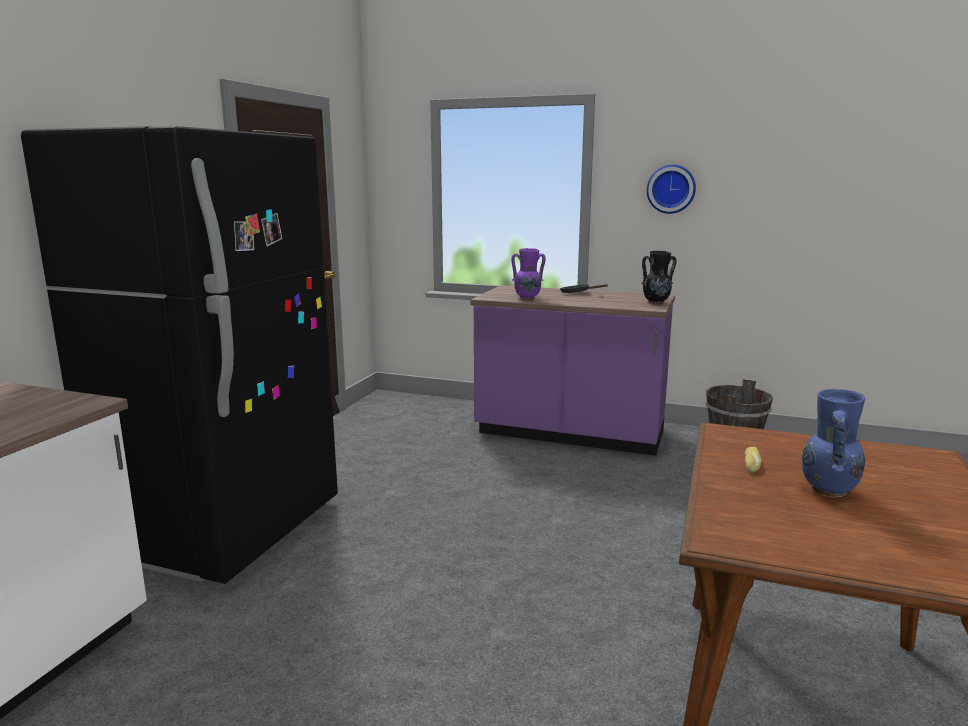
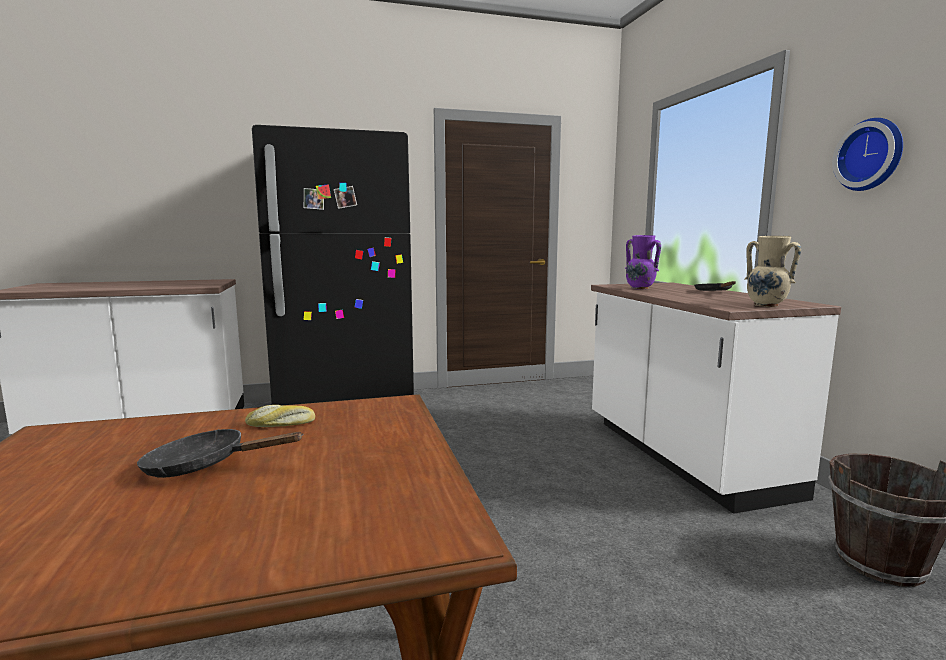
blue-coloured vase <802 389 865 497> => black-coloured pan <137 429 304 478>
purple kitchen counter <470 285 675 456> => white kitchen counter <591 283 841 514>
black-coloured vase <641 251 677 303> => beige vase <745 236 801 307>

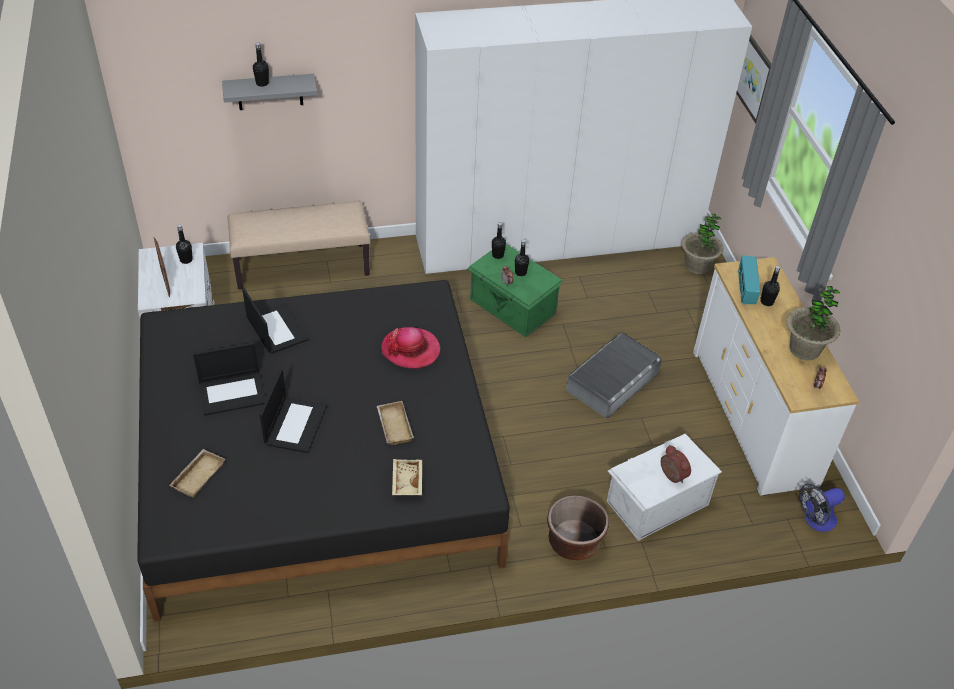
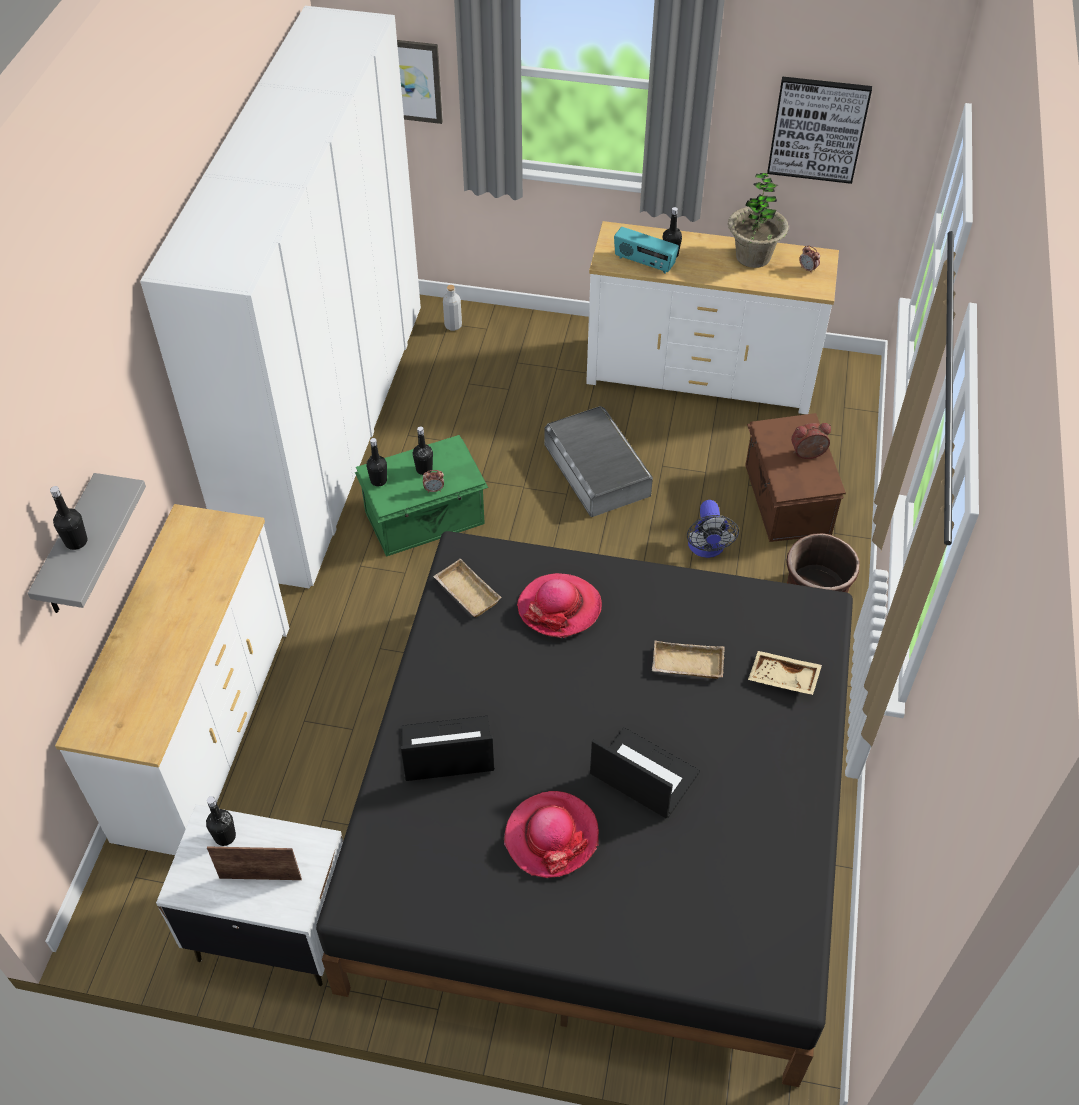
nothing => wall picture <767 76 872 184>
beige serving tray <169 449 225 497> => beige serving tray <433 558 502 617>, shifted
cooling fan <800 484 845 532> => cooling fan <687 500 739 558>, shifted
notebook computer <193 342 266 416> => wearable hat <504 791 599 878>
beige bench <227 202 370 289> => white dresser <55 504 289 855>
houseplant <682 214 724 274> => greyish bottle <443 285 462 331>
white storage box <607 434 722 541> => brown storage box <745 413 846 542>

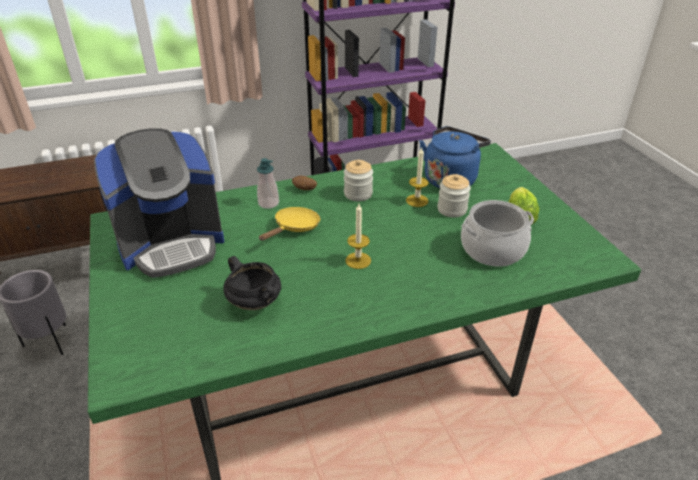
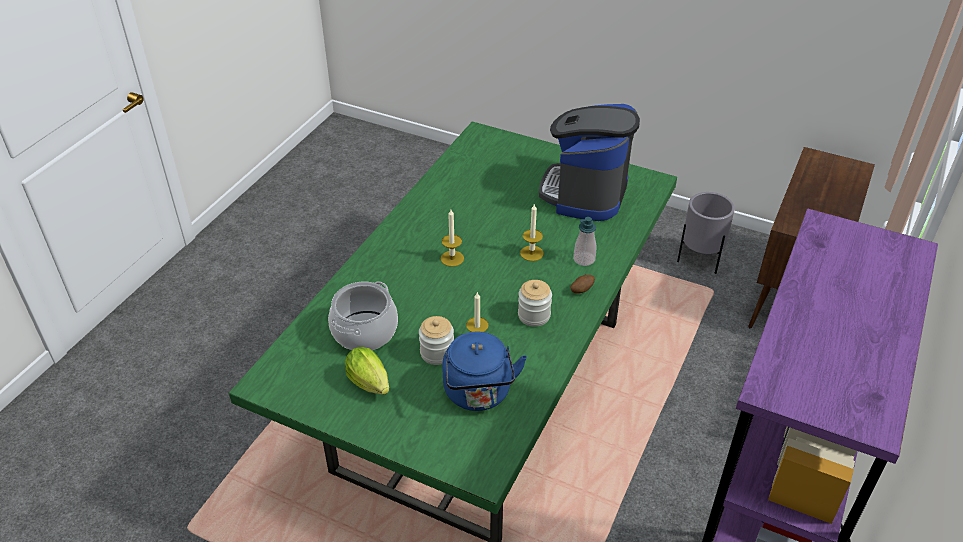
black-coloured stockpot <223 256 281 310> => nothing
yellow-coloured pan <259 207 320 241> => candle <520 204 544 261>

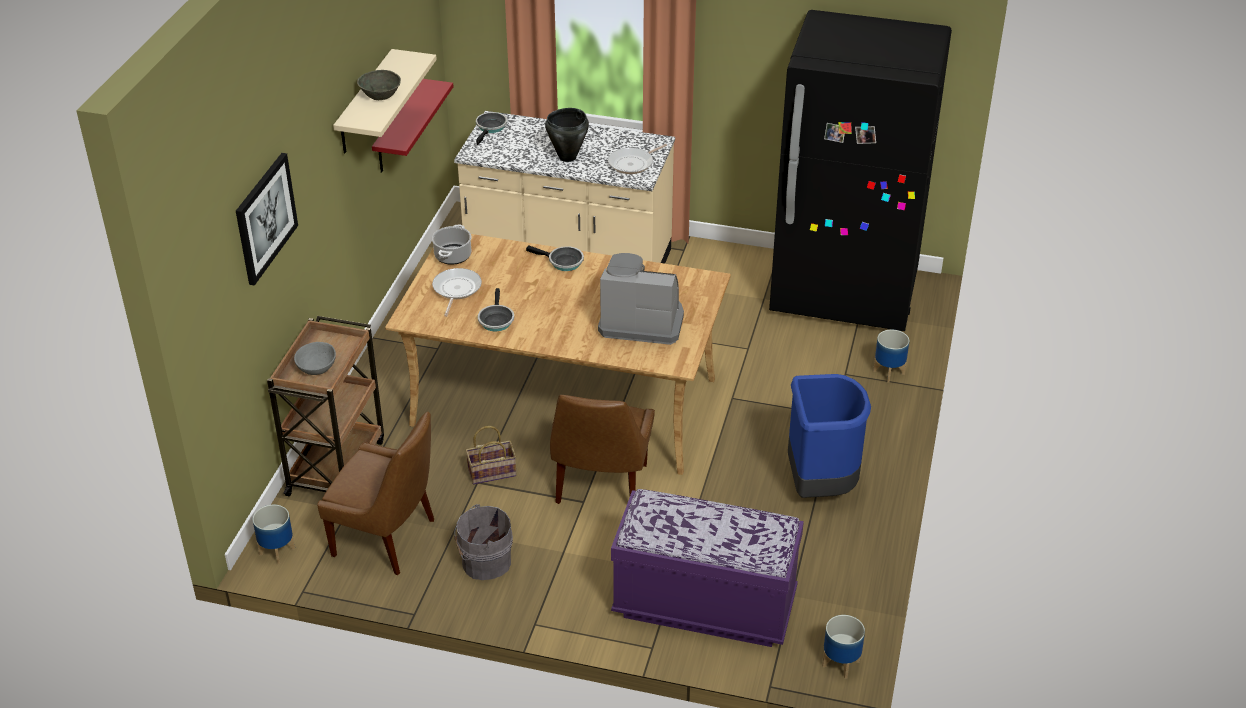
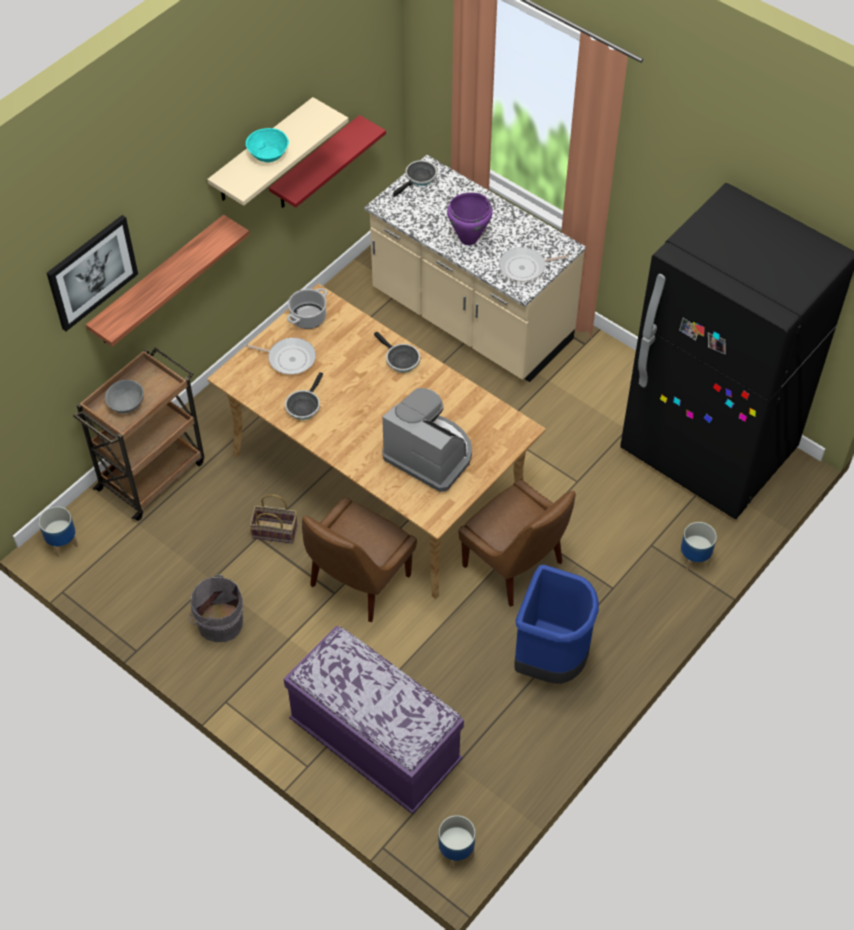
nothing => shelf <86 215 249 346>
brown chair <317 411 434 575> => brown chair <458 479 576 607>, shifted
greyish bowl <357 70 401 100> => turquoise bowl <246 128 289 163>
black-coloured stockpot <545 108 589 162> => purple stockpot <447 192 493 245>
pan <432 268 482 317> => pan <245 338 316 375>, 75 degrees clockwise

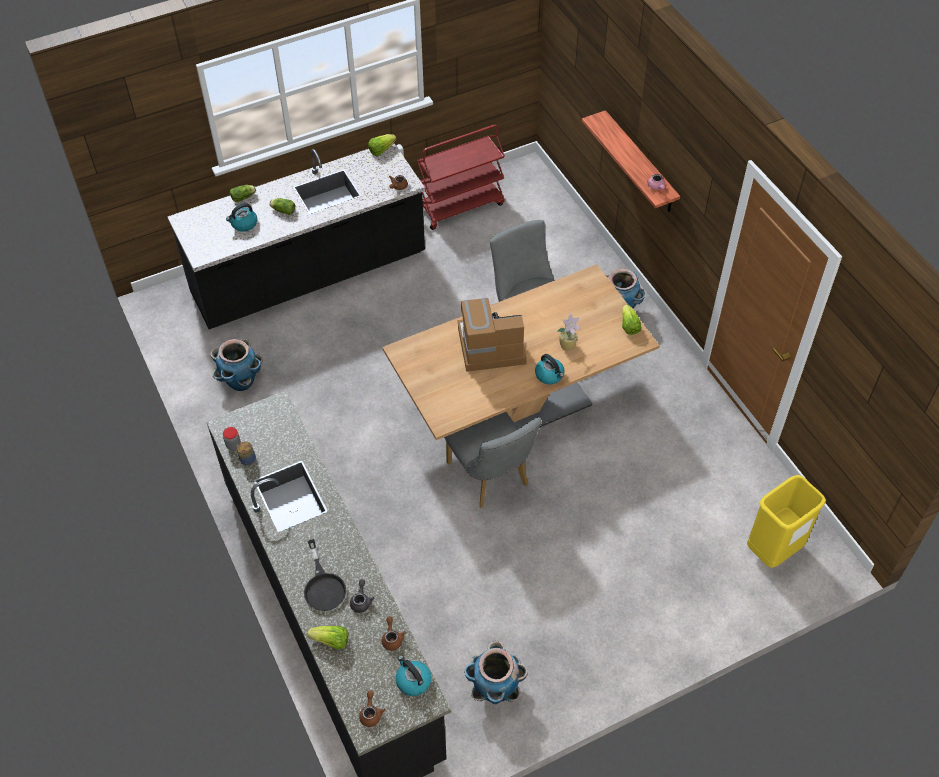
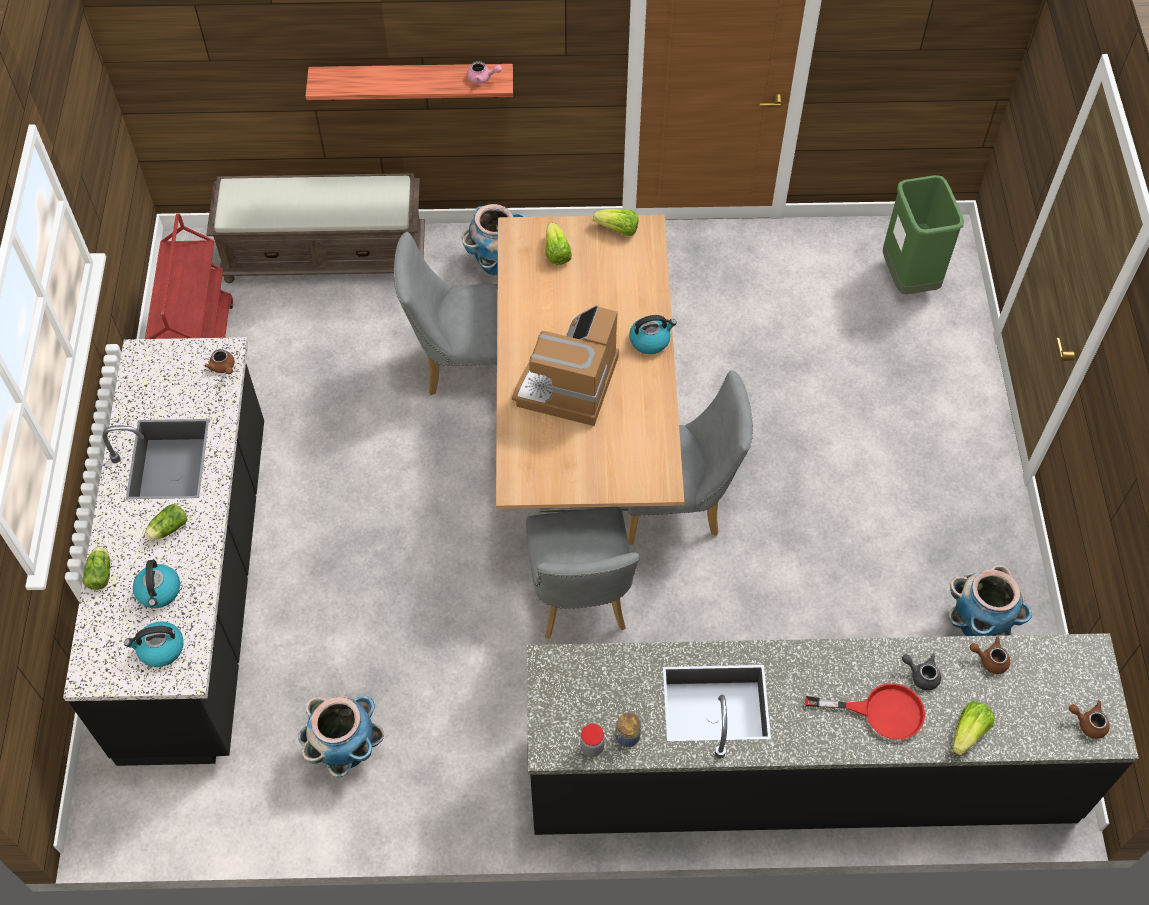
houseplant <557 313 580 351> => nothing
nothing => brown bench <206 173 425 283>
nothing => greyish chair <526 507 640 639>
head of lettuce <368 134 396 156> => head of lettuce <545 223 572 265>, shifted
water kettle <396 655 431 696> => water kettle <124 621 184 667>, shifted
black-coloured pan <304 539 346 611> => reddish pan <805 683 925 740>
yellow-coloured trash can <747 475 826 568> => green-coloured trash can <883 175 964 294>

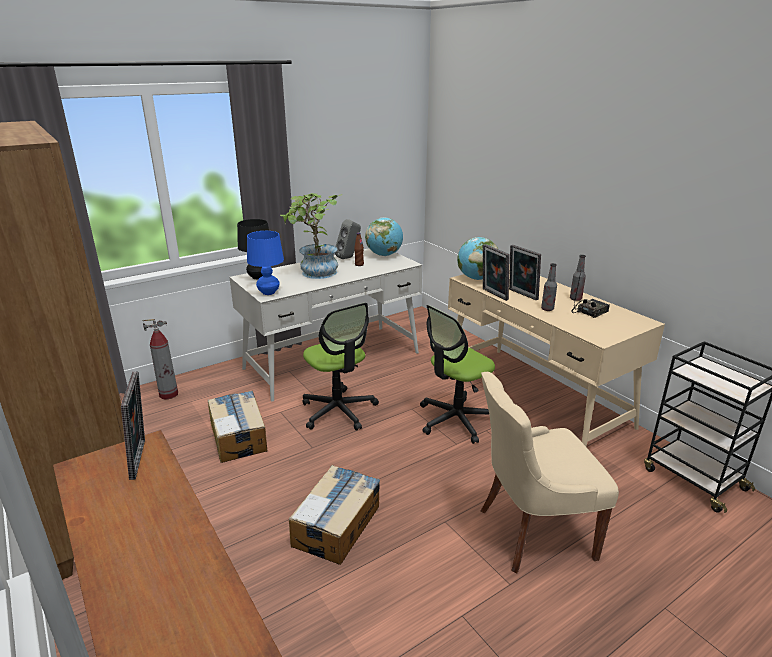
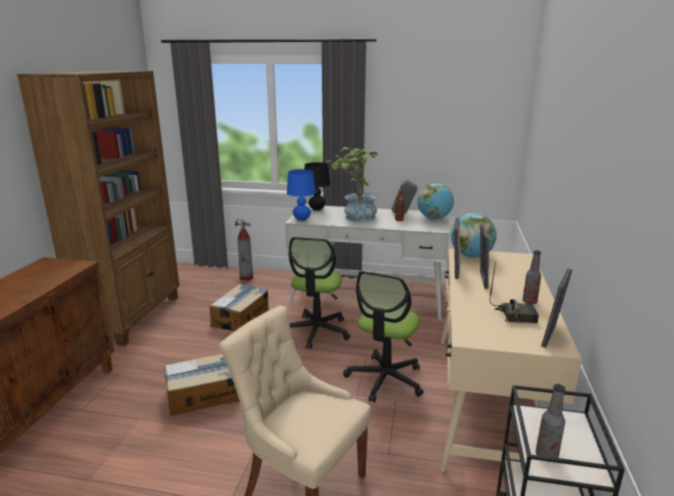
standing frame <121 372 145 480> => standing frame <541 268 572 348>, shifted
bottle <541 263 557 311> => bottle <536 384 565 462>, shifted
computer chair <420 305 495 444> => computer chair <343 271 424 403>, 75 degrees counterclockwise

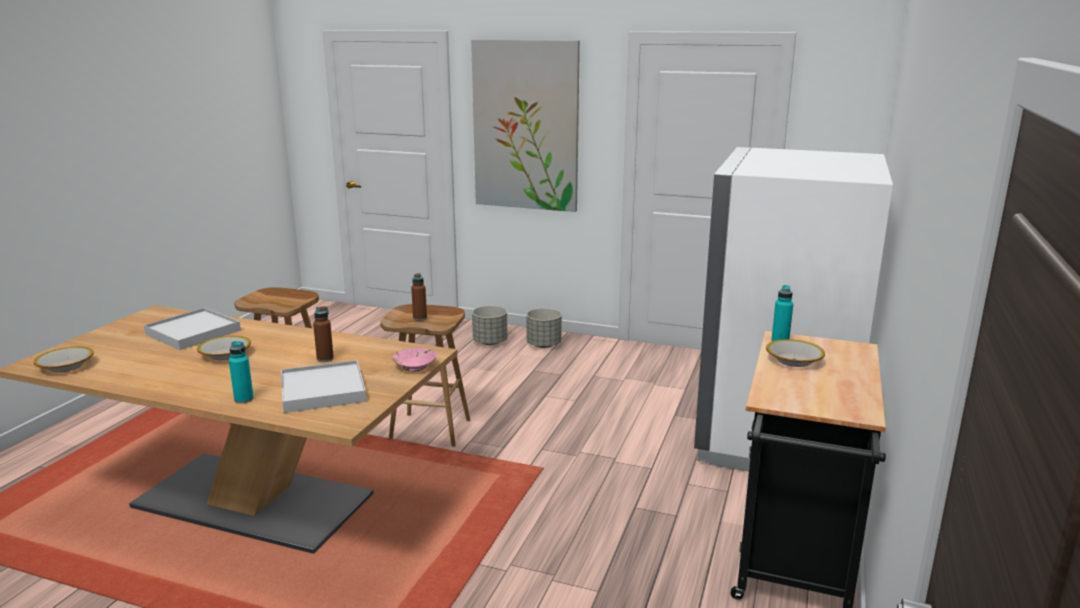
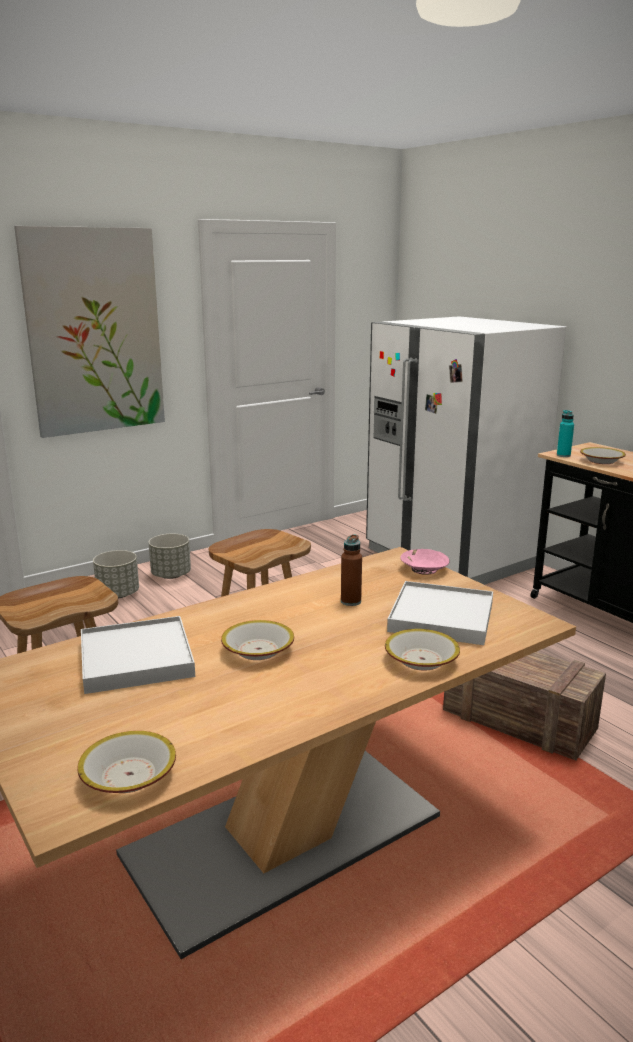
brown bottle <411 273 427 321> => nothing
nothing => shipping crate <443 652 606 761>
turquoise bottle <229 341 254 403> => bowl <385 629 460 670>

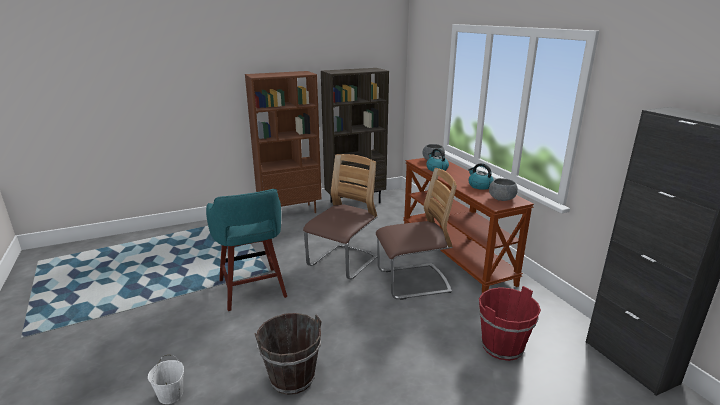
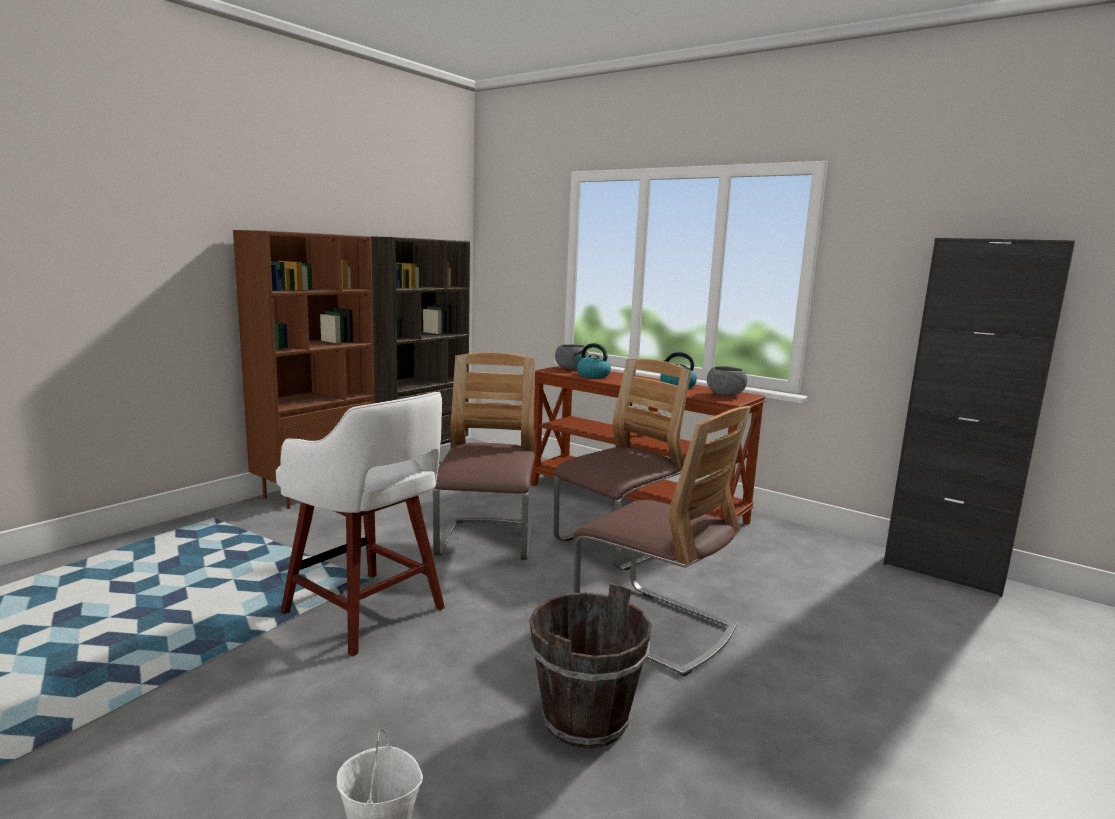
reddish water bucket <478 286 541 361> => nothing
nothing => chair <573 406 751 677>
turquoise stool <206 189 287 311> => white stool <276 392 445 656>

